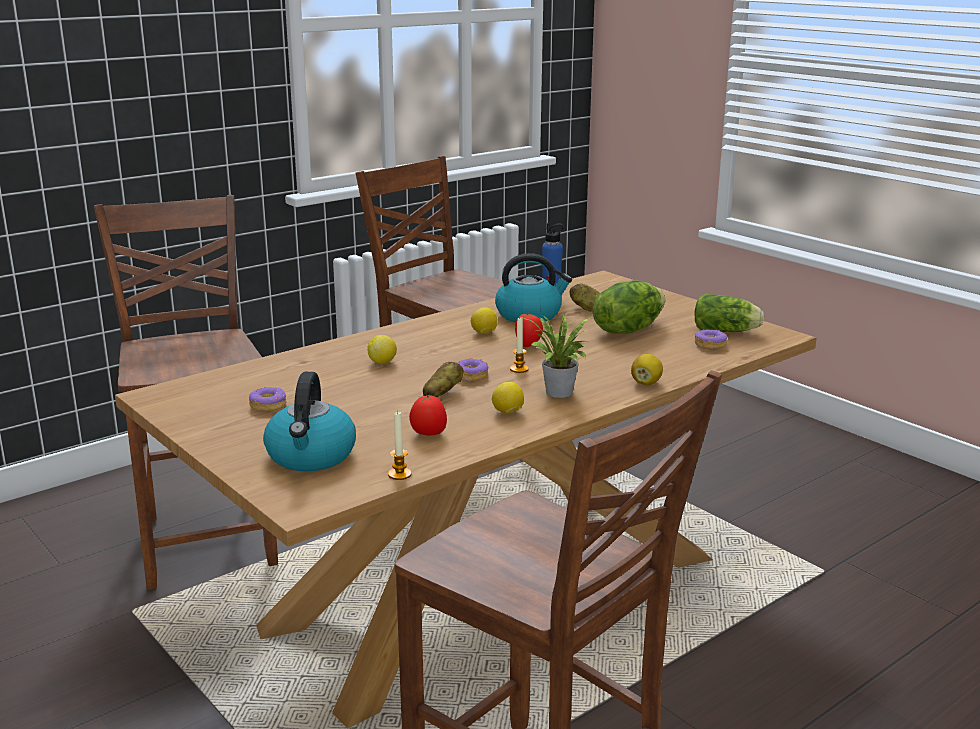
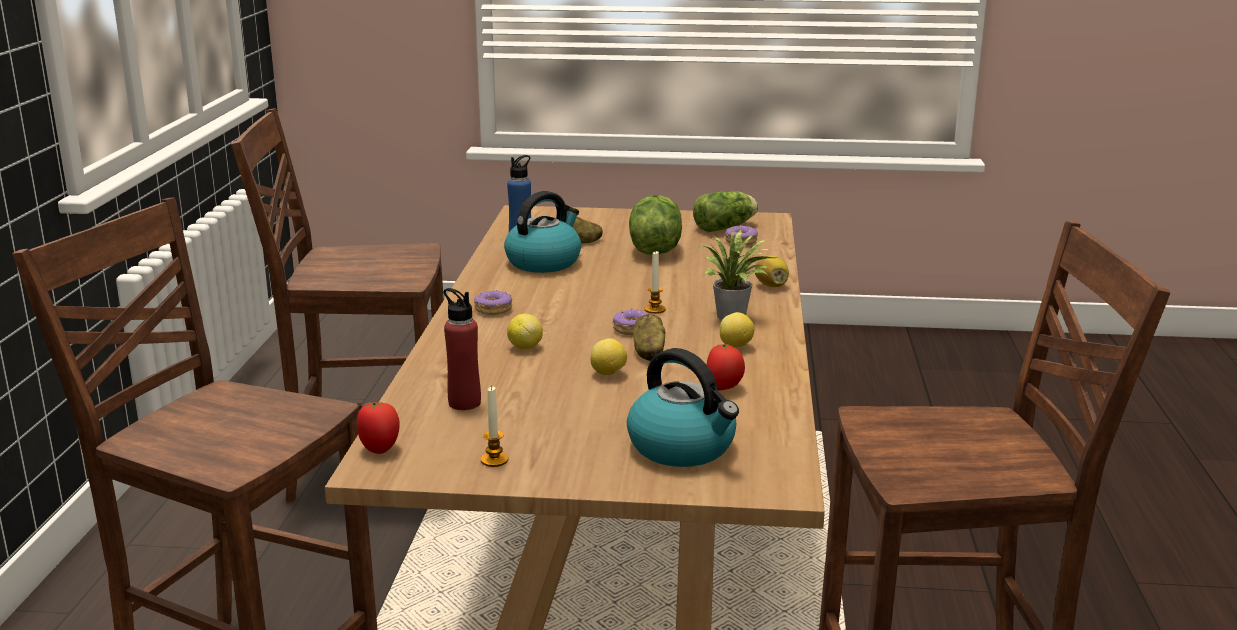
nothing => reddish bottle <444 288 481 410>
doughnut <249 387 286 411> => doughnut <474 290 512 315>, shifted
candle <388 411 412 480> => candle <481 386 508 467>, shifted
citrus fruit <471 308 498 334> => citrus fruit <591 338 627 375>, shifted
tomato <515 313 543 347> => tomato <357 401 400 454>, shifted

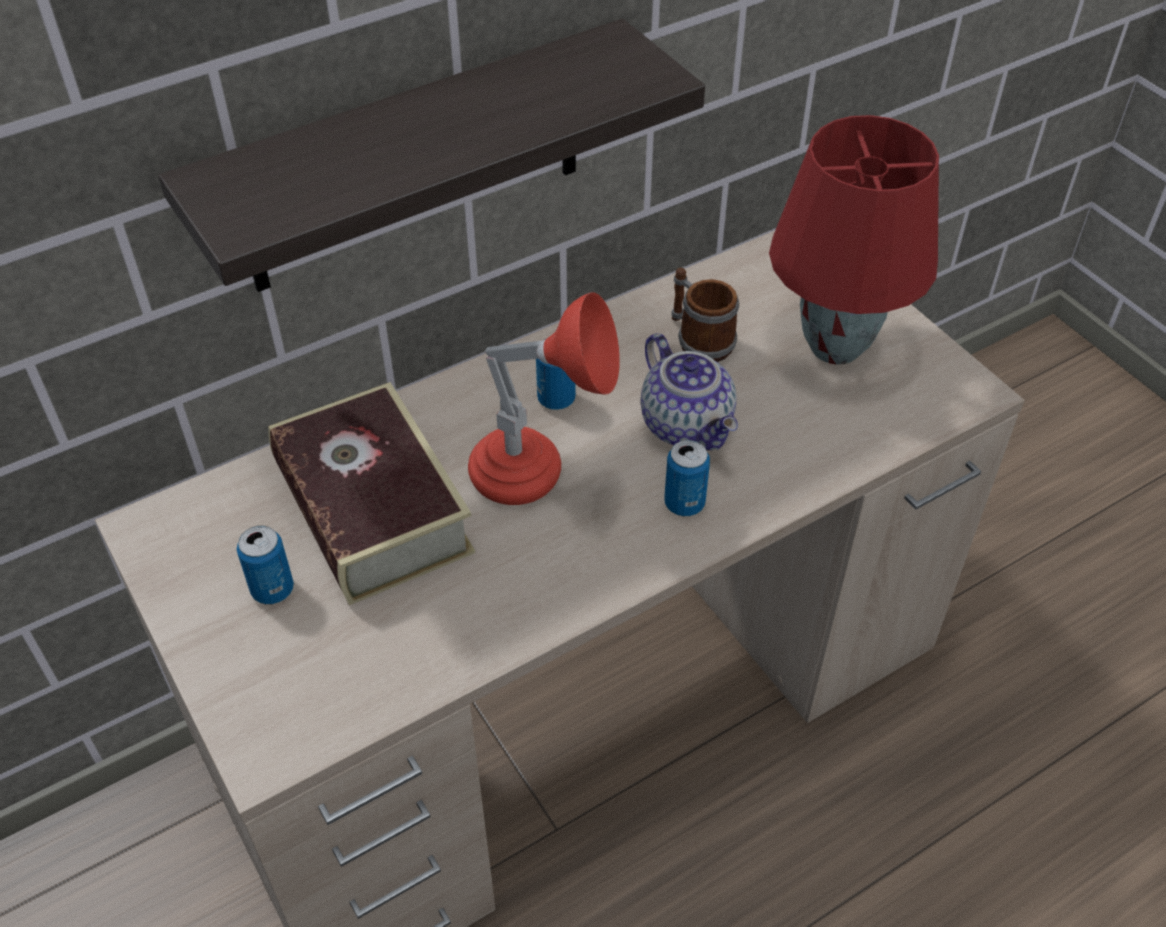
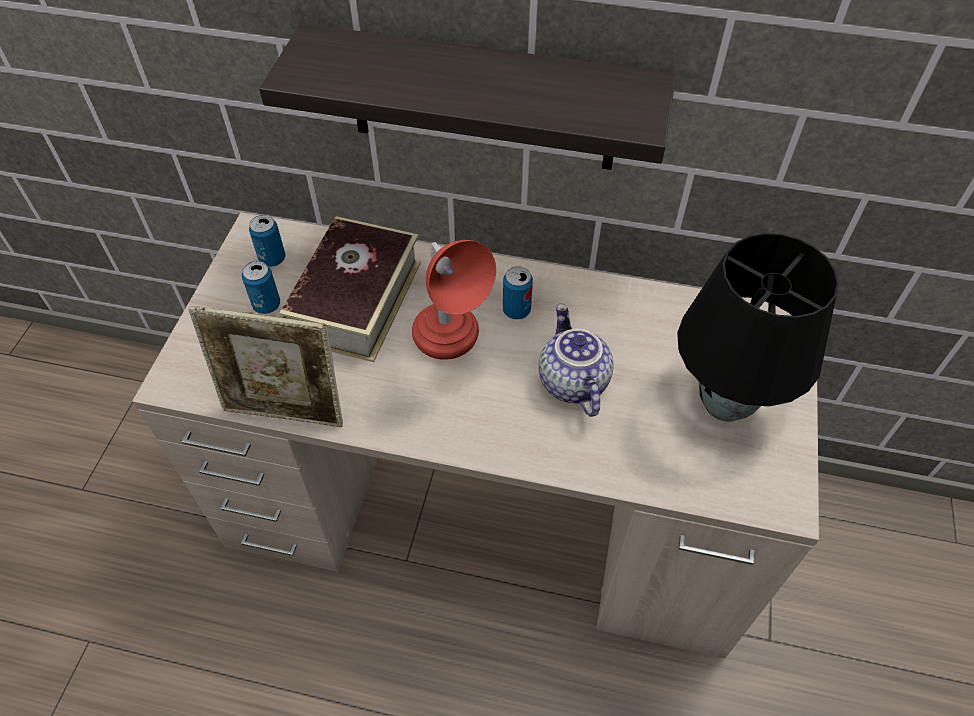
tea mug <671 267 739 362> => nothing
nothing => standing frame <188 306 343 427>
metal can <664 440 710 516> => metal can <249 215 285 267>, shifted
reddish table lamp <769 115 939 365> => black-coloured table lamp <677 233 839 422>
tea pot <641 333 738 450> => tea pot <539 304 614 417>, 150 degrees clockwise

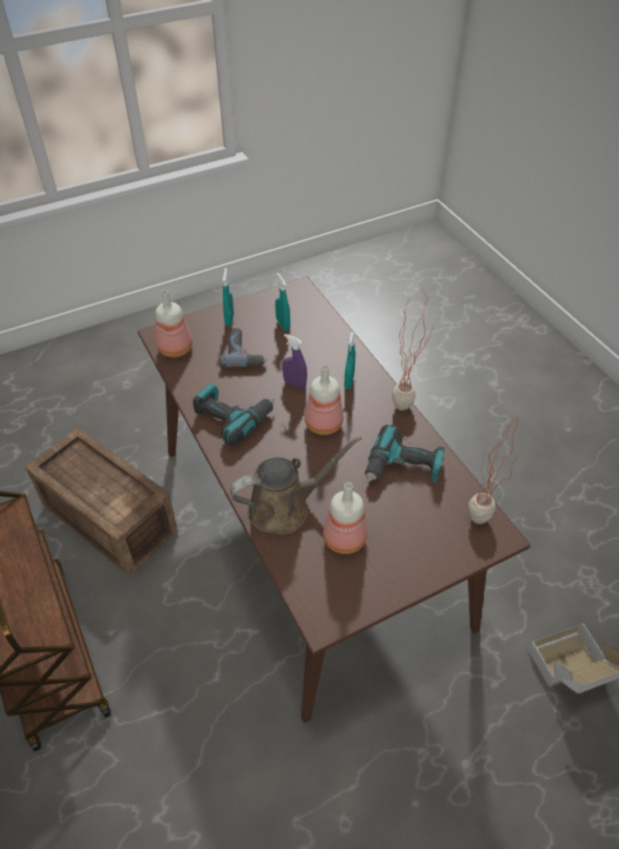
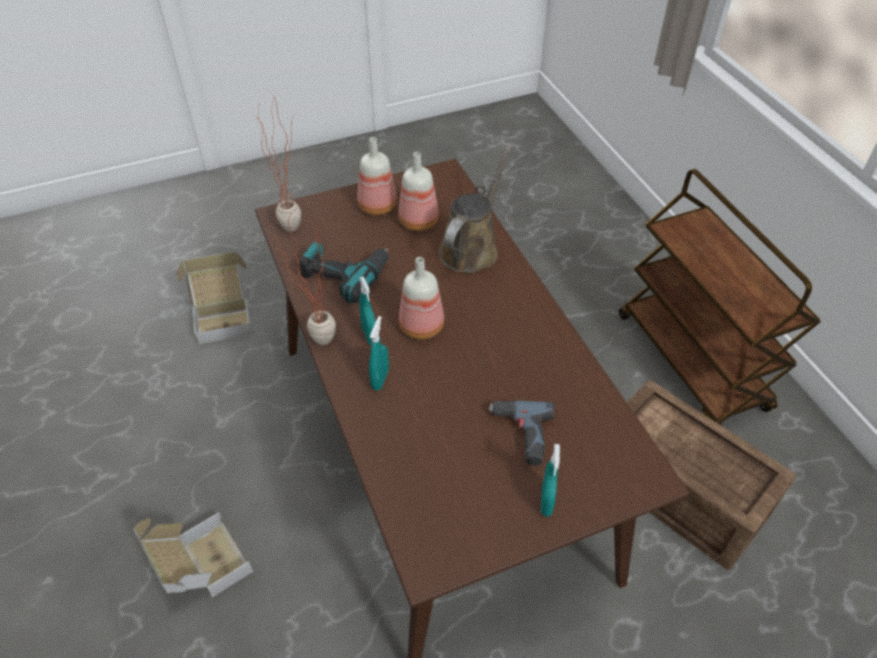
electric drill <193 383 275 446> => nothing
purple hand sprayer <282 334 307 389> => nothing
nothing => cardboard box <133 512 253 597>
bottle <155 290 192 358> => bottle <357 137 397 215>, shifted
turquoise hand sprayer <275 273 290 331> => turquoise hand sprayer <359 276 376 345>, shifted
brown watering pot <230 436 362 534> => brown watering pot <439 146 512 273>, 135 degrees clockwise

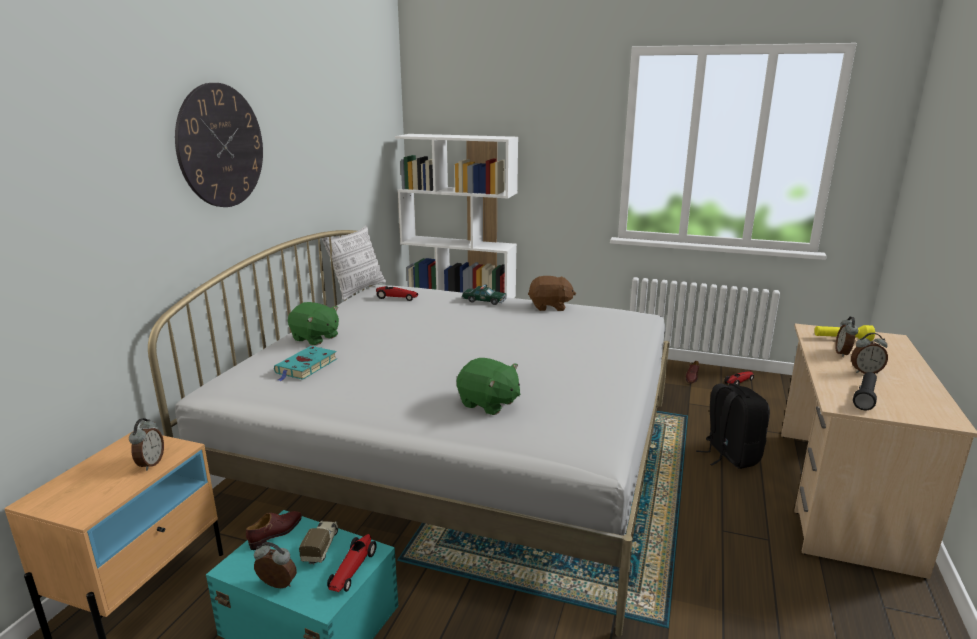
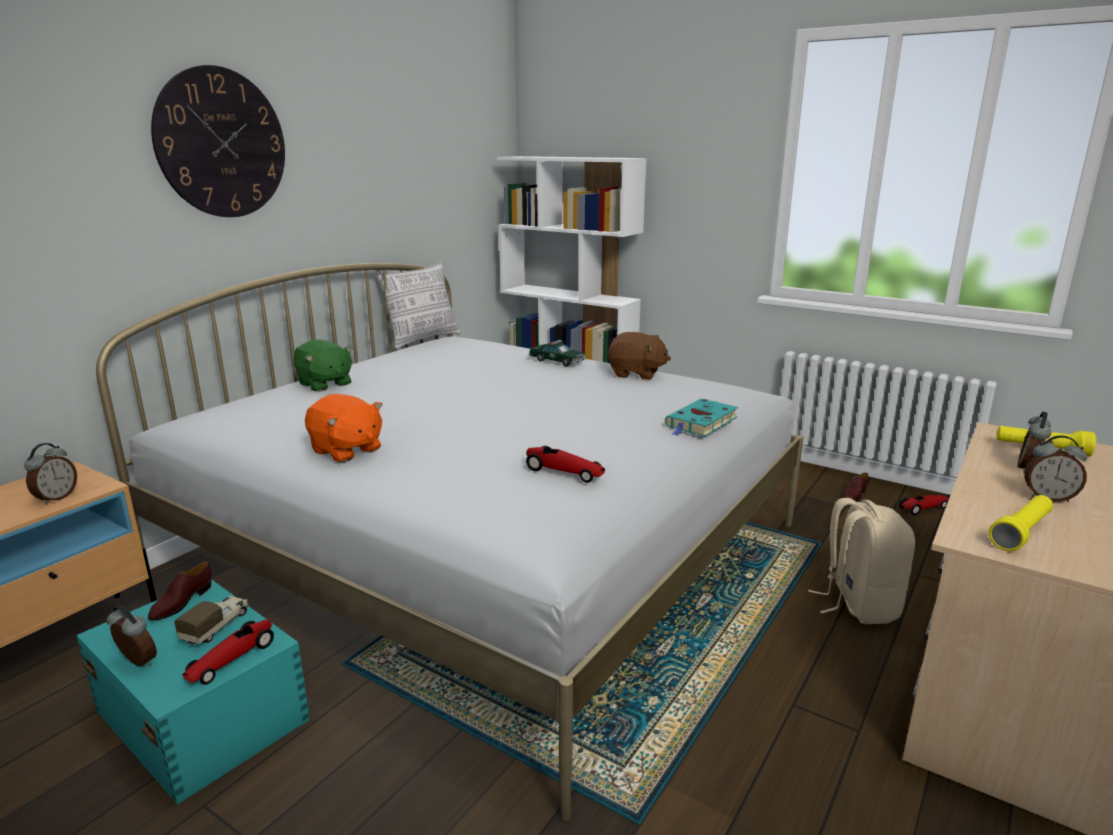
green-coloured cuddly toy <457 358 520 415> => nothing
nothing => orange cuddly toy <305 394 383 462>
turquoise book <274 346 337 381> => turquoise book <665 398 738 437>, shifted
model car <376 286 418 301> => model car <526 446 605 483>, shifted
black-coloured backpack <696 383 770 469> => beige backpack <808 498 915 624>
black-coloured hand torch <853 372 877 410> => yellow-coloured hand torch <989 495 1053 551>
brown low shoe <246 511 302 550> => brown low shoe <148 562 212 621>, 150 degrees clockwise

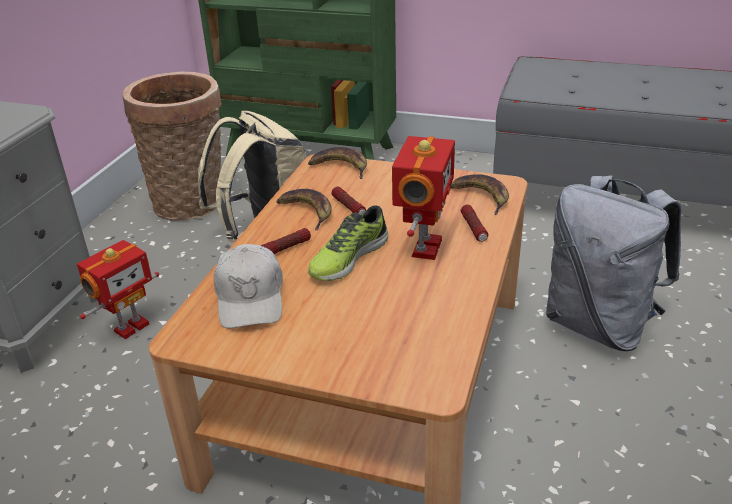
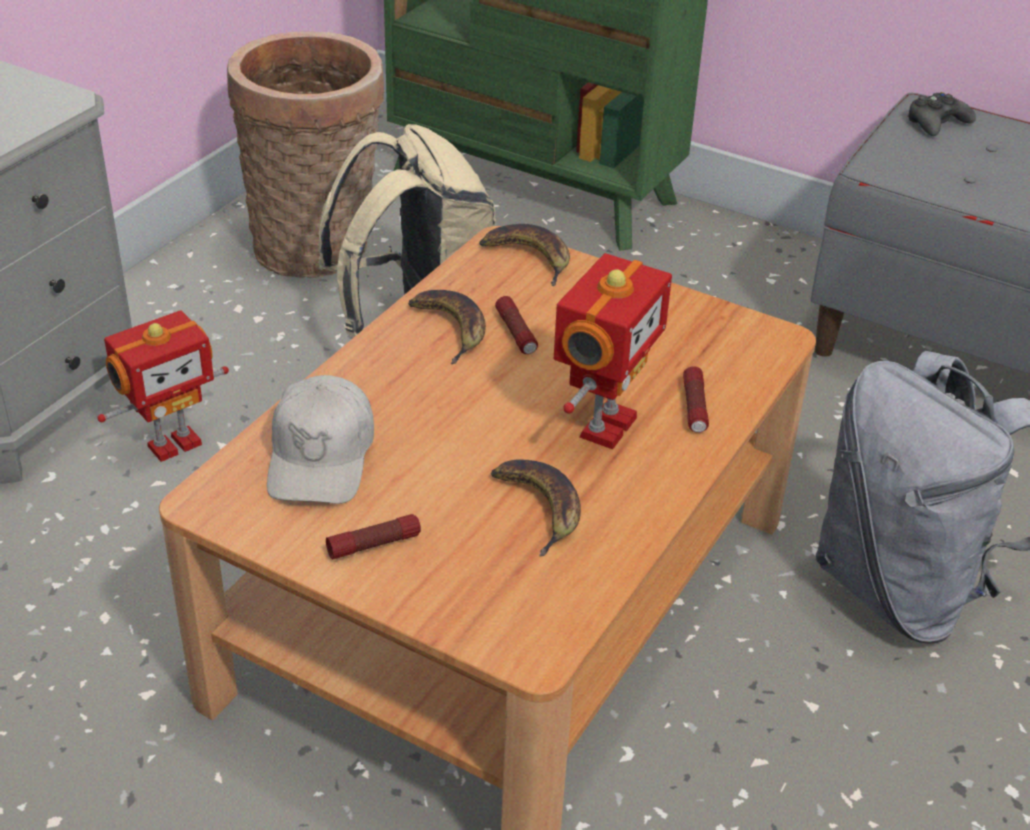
low shoe <308 205 389 281> => nothing
nothing => black-coloured gamepad <907 92 976 136>
hand torch <261 228 311 254> => hand torch <326 514 421 560>, shifted
banana fruit <450 174 509 215> => banana fruit <491 459 581 556>, shifted

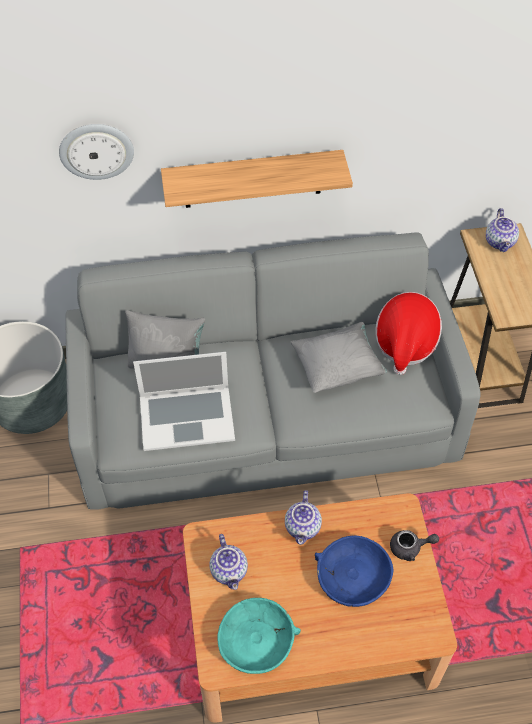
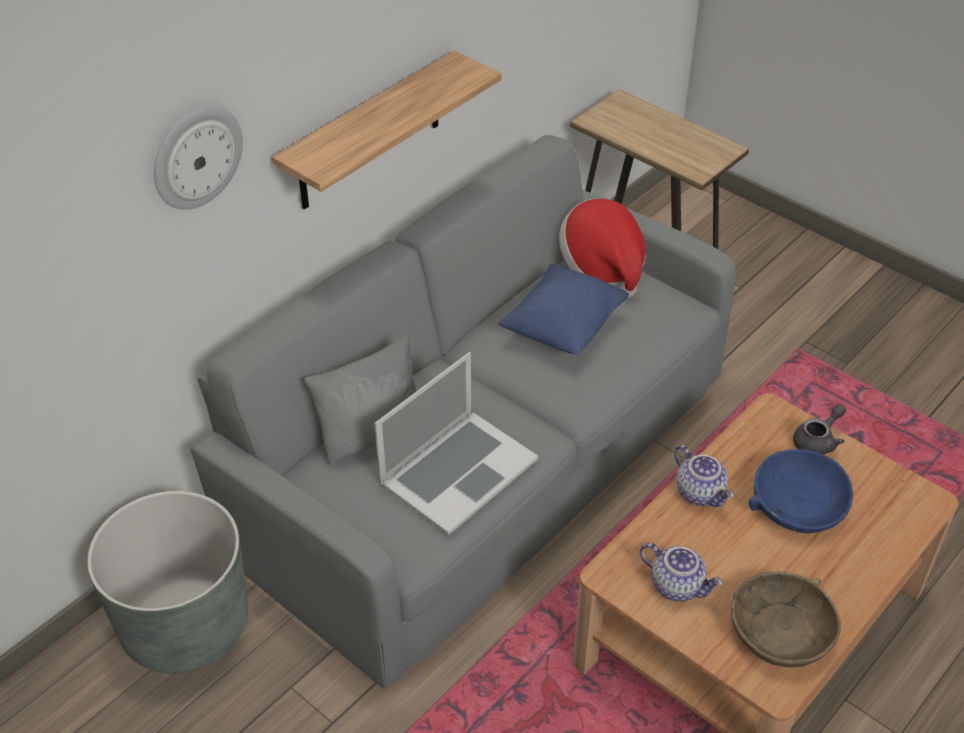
tea pot <486 208 519 252> => nothing
turquoise bowl <217 598 301 674> => brown bowl <731 571 841 667>
greyish cushion <291 322 387 393> => blue-coloured cushion <498 264 629 355>

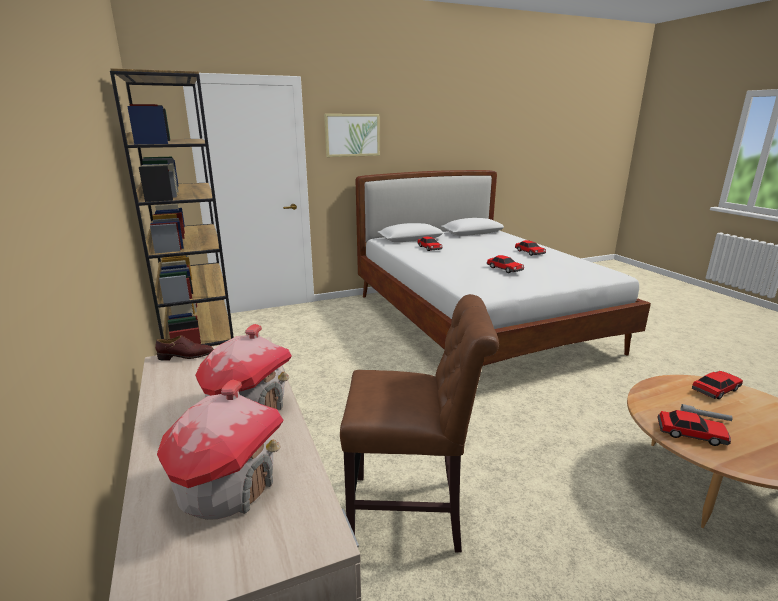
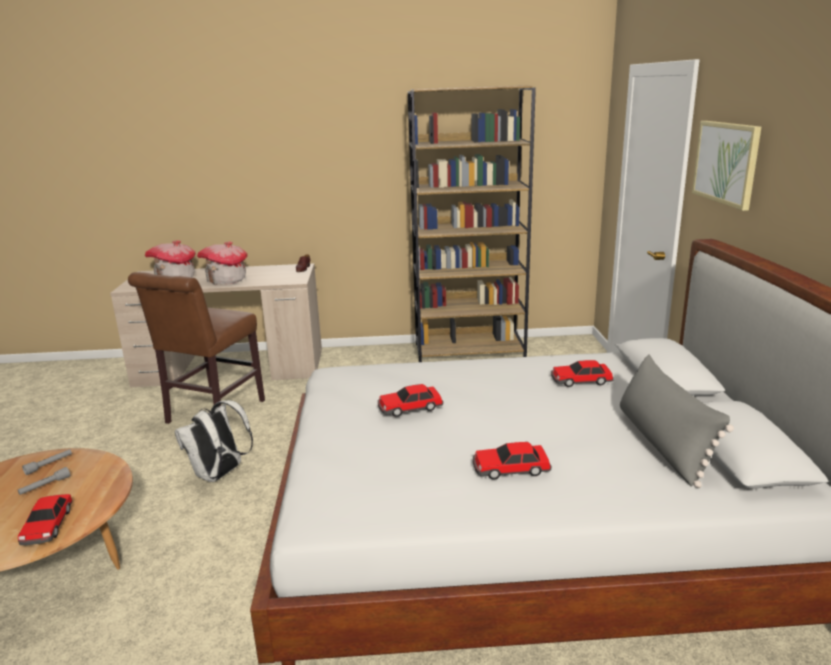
nothing => white backpack <175 400 253 482>
nothing => greyish cushion <620 354 734 488>
model car <657 410 731 446> => greyish hand torch <22 449 72 475>

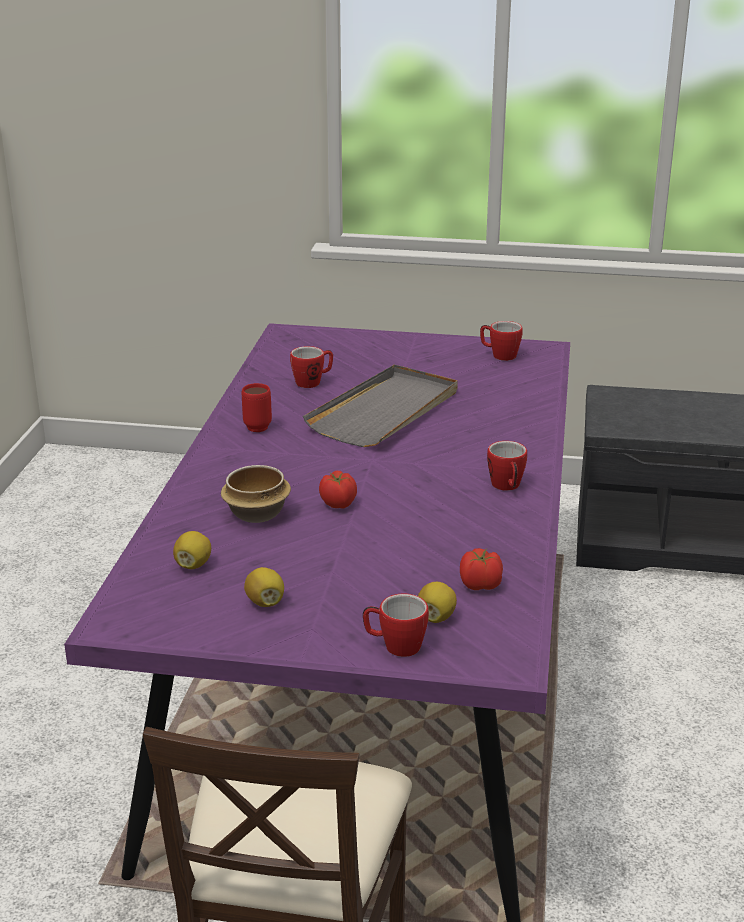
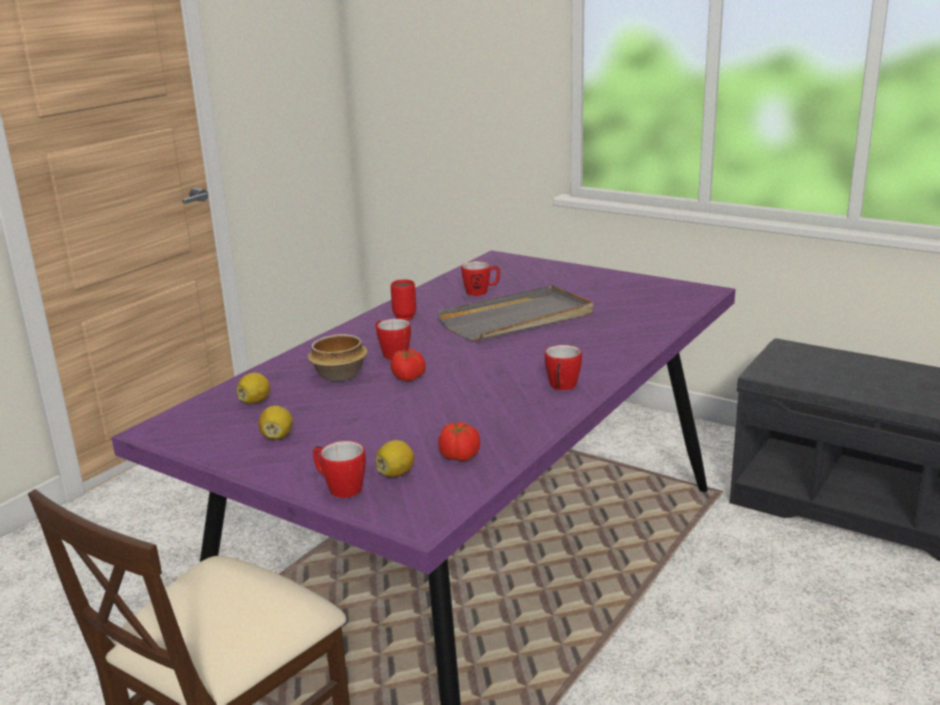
tea mug <480 321 523 361> => tea mug <375 319 411 360>, shifted

